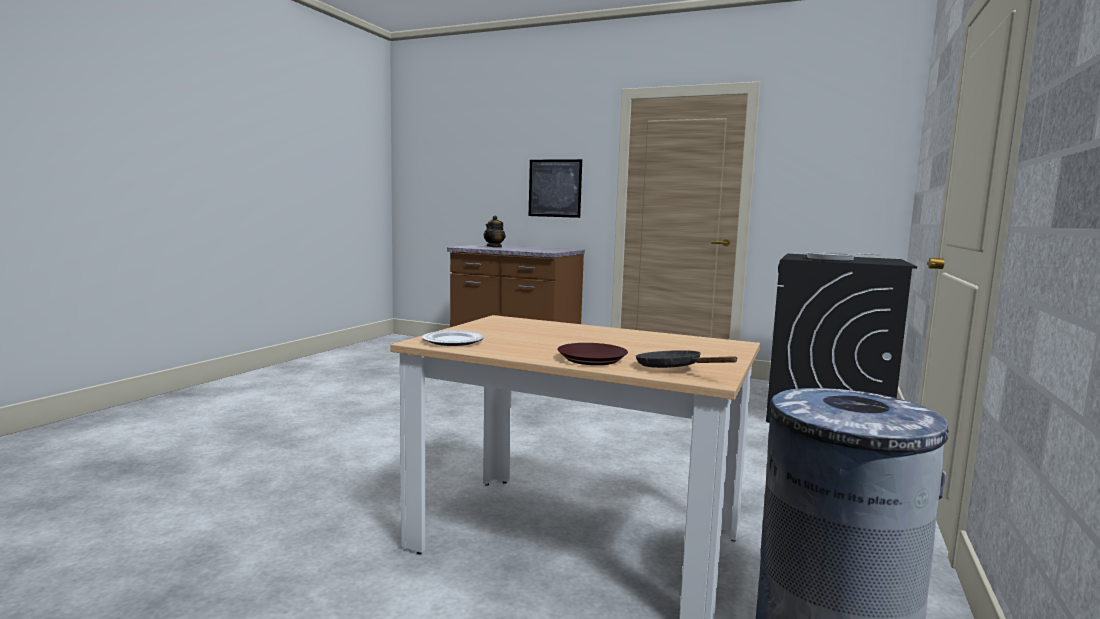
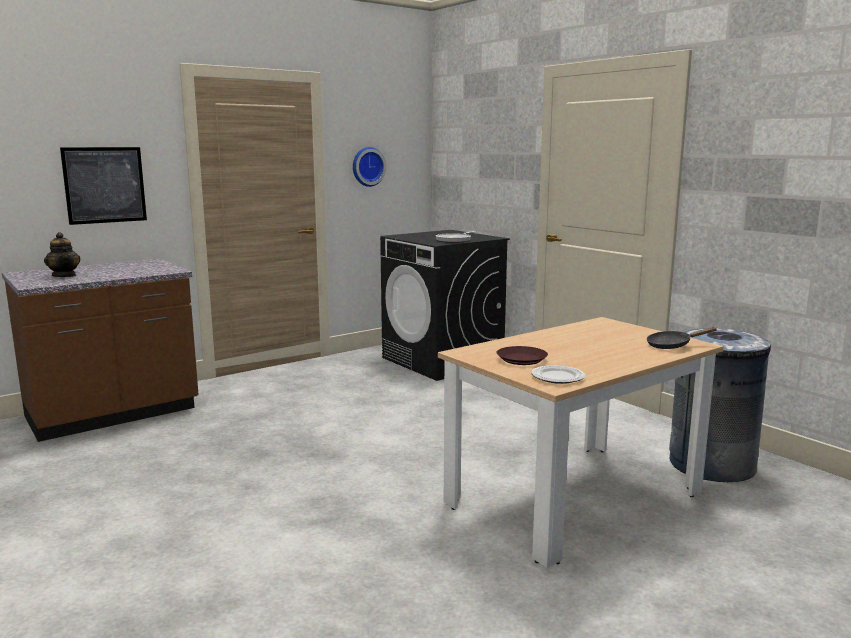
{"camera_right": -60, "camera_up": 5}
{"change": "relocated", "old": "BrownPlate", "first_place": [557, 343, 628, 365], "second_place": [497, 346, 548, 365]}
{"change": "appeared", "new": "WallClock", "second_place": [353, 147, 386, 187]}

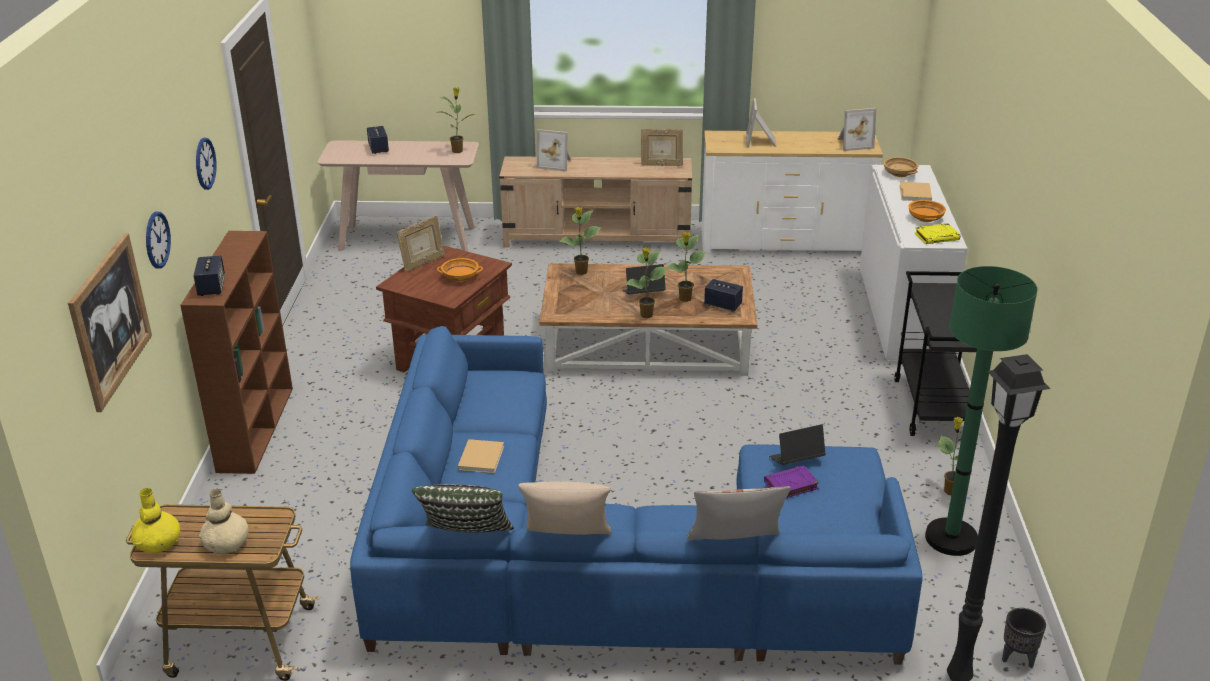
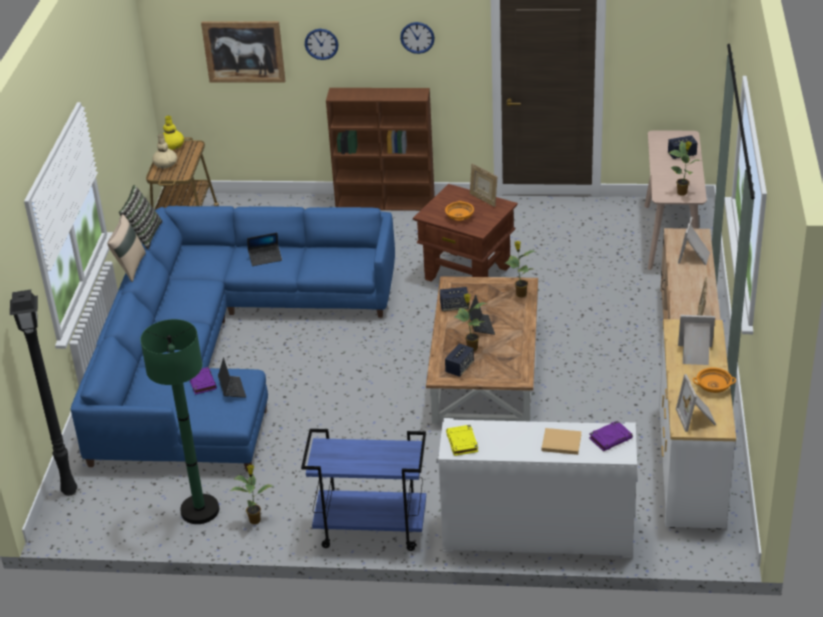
{"camera_right": 95, "camera_up": 5}
{"change": "relocated", "old": "Speaker", "first_place": [193, 256, 225, 296], "second_place": [440, 287, 469, 311]}
{"change": "exchanged", "old": "BeigeBook", "new": "Laptop", "first_place": [458, 439, 504, 473], "second_place": [247, 233, 282, 266]}
{"change": "missing", "old": "PottedPlant", "first_place": [626, 247, 668, 318]}
{"change": "missing", "old": "Pillow", "first_place": [687, 486, 790, 540]}
{"change": "exchanged", "old": "BeigeBowl", "new": "PurpleBook", "first_place": [884, 157, 918, 177], "second_place": [589, 420, 633, 451]}
{"change": "colour", "old": "BlackCart", "new": "BlueCart", "first_place": [894, 271, 977, 436], "second_place": [301, 429, 426, 551]}
{"change": "relocated", "old": "OrangeBowl", "first_place": [908, 200, 946, 222], "second_place": [693, 367, 736, 393]}
{"change": "missing", "old": "BlackPlanter", "first_place": [1002, 608, 1046, 668]}

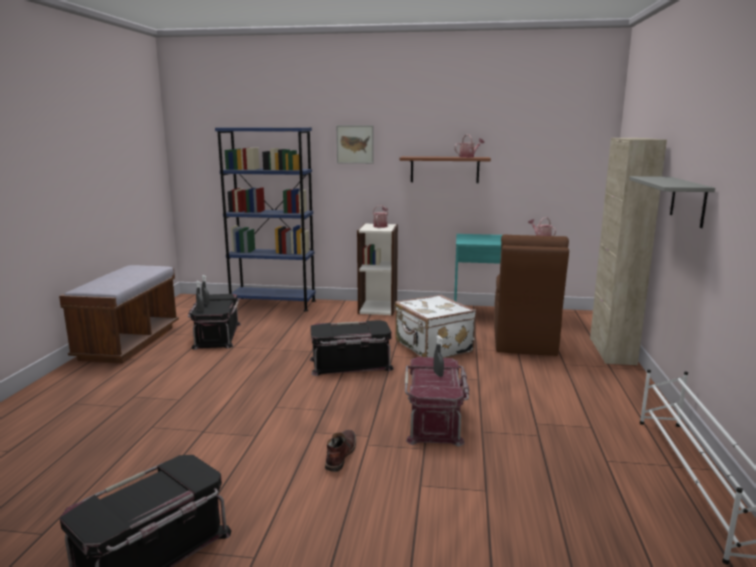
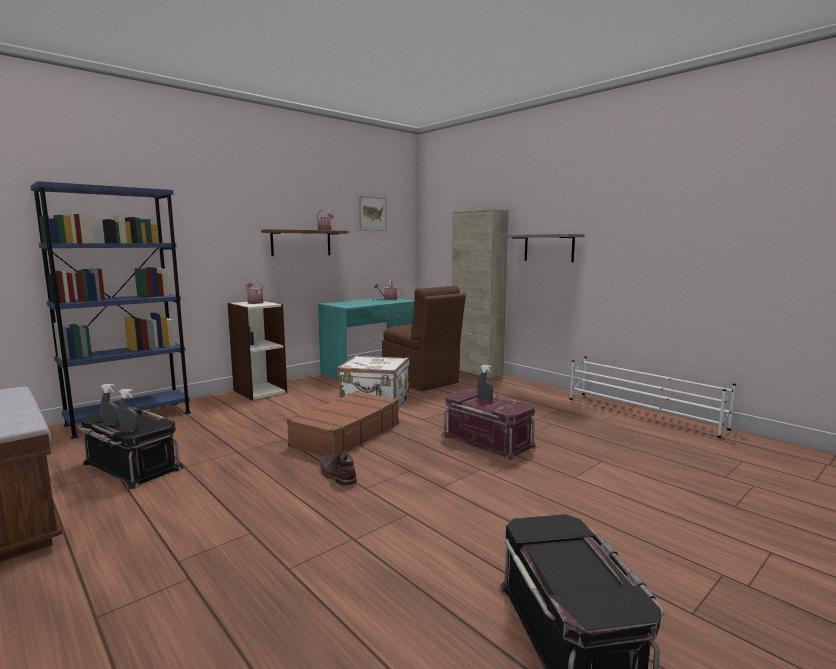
{"camera_right": -50, "camera_up": -5}
{"change": "exchanged", "old": "BlackStorageBox", "new": "BrownSuitcase", "first_place": [310, 320, 394, 376], "second_place": [287, 391, 399, 458]}
{"change": "relocated", "old": "BrownBoot", "first_place": [325, 429, 356, 472], "second_place": [320, 451, 357, 486]}
{"change": "relocated", "old": "Picture", "first_place": [336, 125, 374, 164], "second_place": [359, 196, 387, 231]}

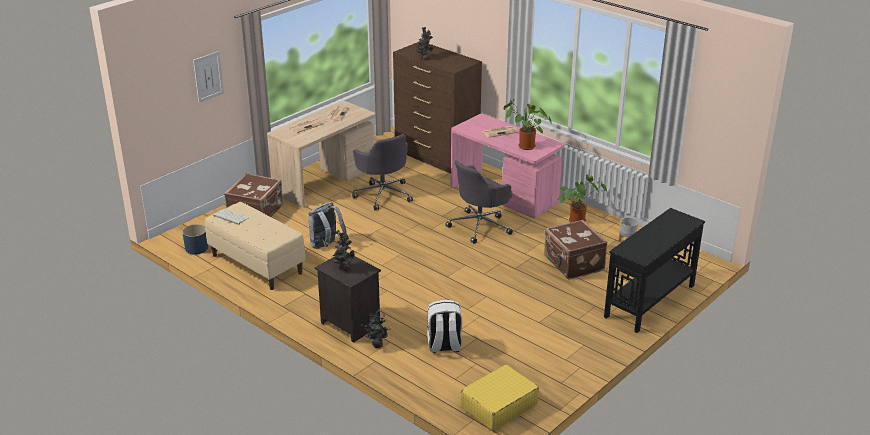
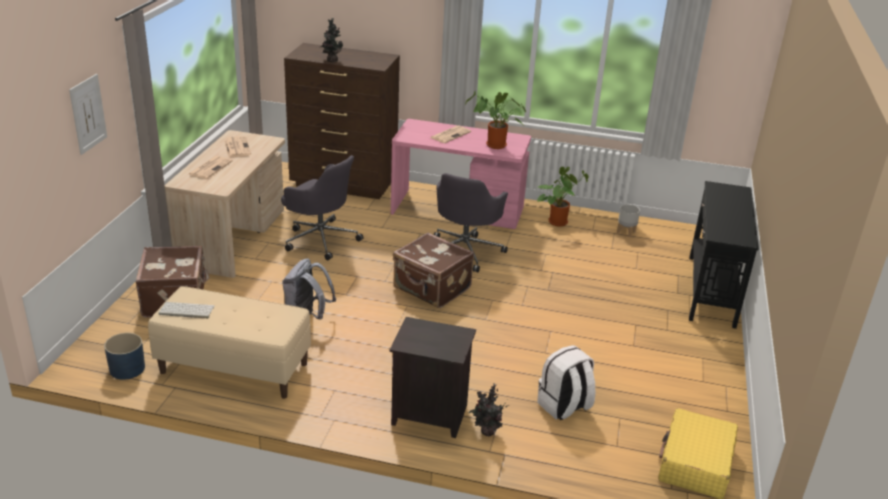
{"camera_right": -30, "camera_up": 0}
{"change": "missing", "old": "PottedPlant", "first_place": [333, 232, 354, 271]}
{"change": "relocated", "old": "BrownSuitcase", "first_place": [544, 220, 607, 279], "second_place": [393, 232, 474, 308]}

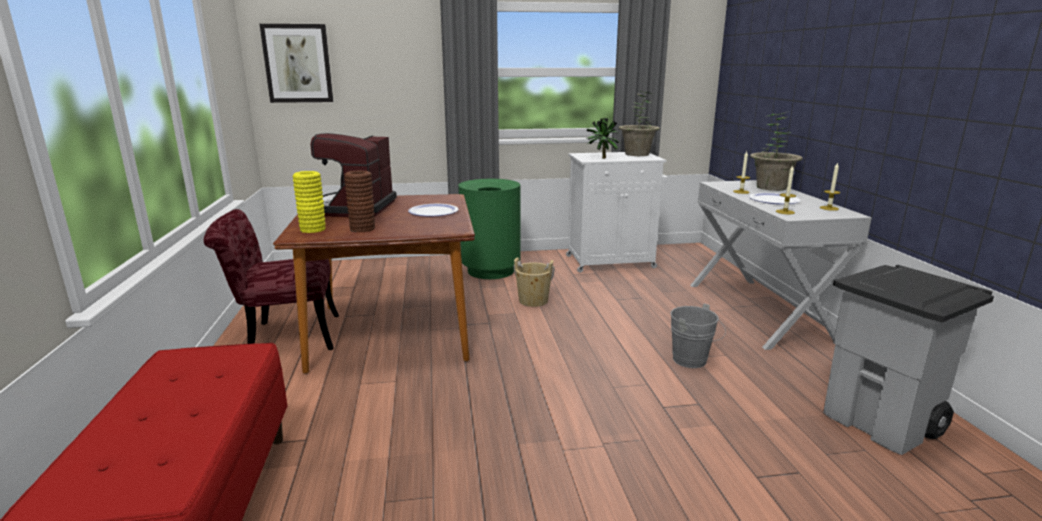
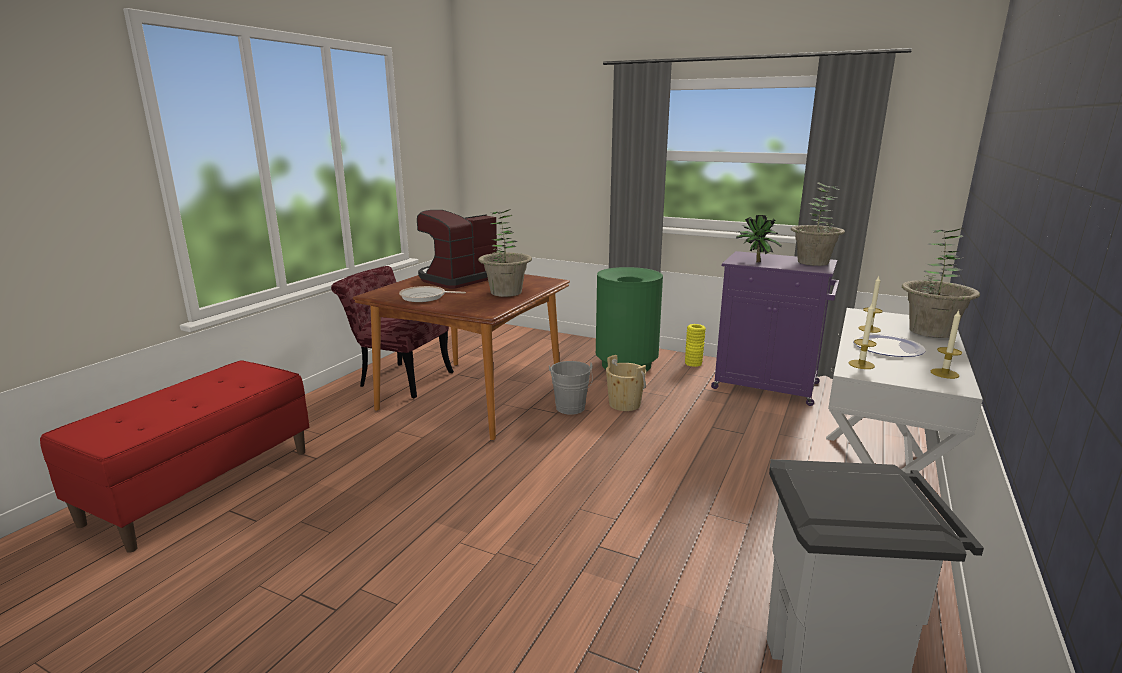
{"camera_right": 35, "camera_up": 0}
{"change": "missing", "old": "Picture", "first_place": [260, 24, 333, 103]}
{"change": "relocated", "old": "YellowVase", "first_place": [293, 171, 326, 233], "second_place": [685, 324, 706, 367]}
{"change": "exchanged", "old": "BrownVase", "new": "FryingPan", "first_place": [344, 170, 375, 232], "second_place": [399, 286, 466, 302]}
{"change": "exchanged", "old": "Plate", "new": "PottedPlant", "first_place": [408, 204, 458, 216], "second_place": [478, 209, 532, 297]}
{"change": "colour", "old": "WhiteCabinet", "new": "PurpleCabinet", "first_place": [566, 152, 668, 273], "second_place": [711, 251, 839, 406]}
{"change": "relocated", "old": "GreyBucket", "first_place": [670, 304, 726, 368], "second_place": [549, 361, 593, 415]}

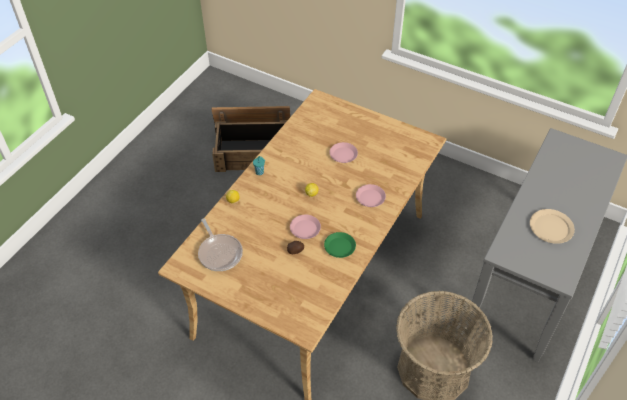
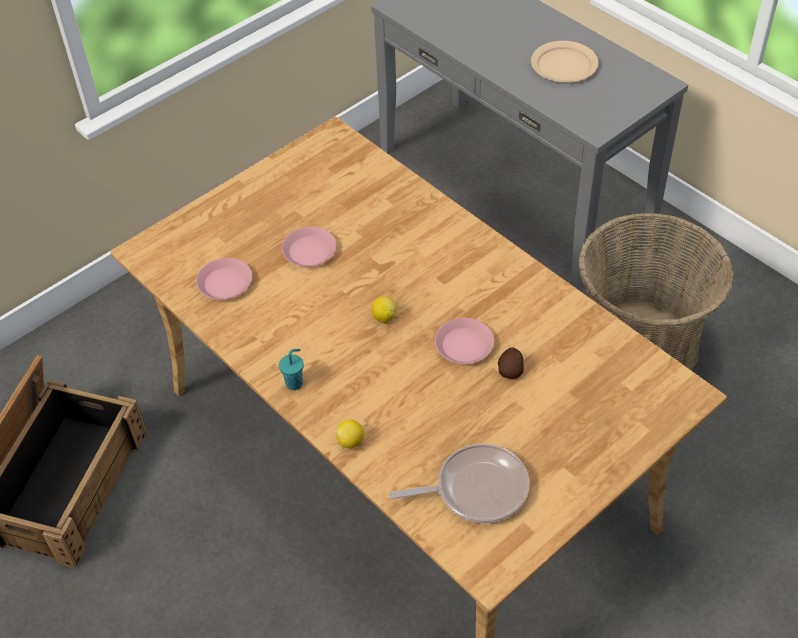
{"camera_right": -70, "camera_up": 0}
{"change": "missing", "old": "GreenPlate", "first_place": [324, 232, 356, 258]}
{"change": "relocated", "old": "PinkPlate", "first_place": [356, 184, 386, 207], "second_place": [196, 258, 252, 300]}

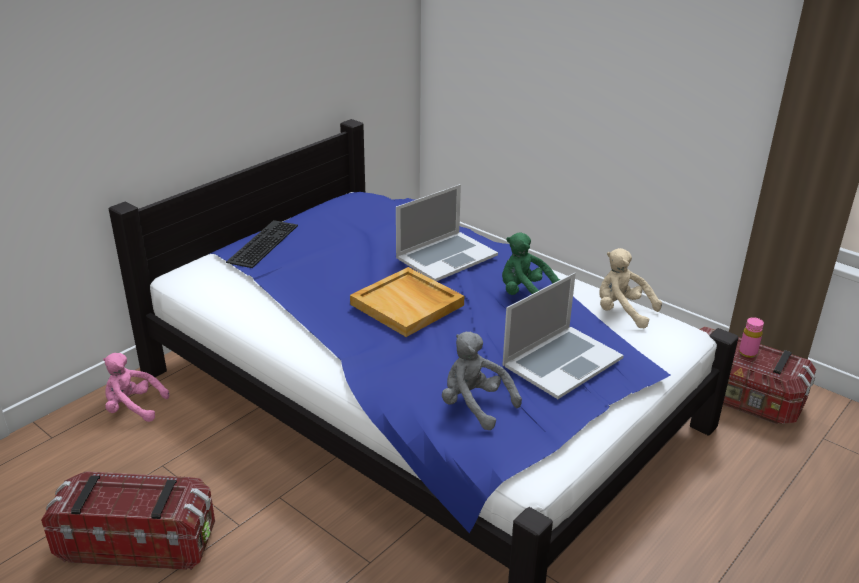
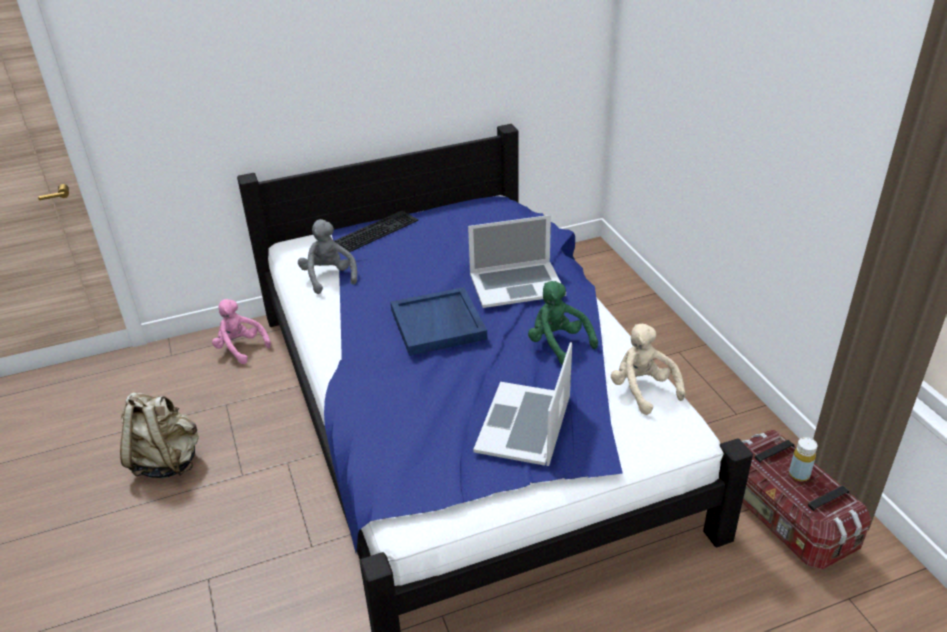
{"camera_right": 30, "camera_up": 5}
{"change": "exchanged", "old": "StorageBox", "new": "BeigeBackpack", "first_place": [41, 471, 215, 570], "second_place": [120, 392, 199, 478]}
{"change": "colour", "old": "BeigeTray", "new": "BlueTray", "first_place": [350, 267, 464, 337], "second_place": [390, 287, 487, 356]}
{"change": "relocated", "old": "GreyPlushToy", "first_place": [442, 332, 522, 430], "second_place": [298, 219, 357, 294]}
{"change": "spun", "old": "Laptop", "first_place": [502, 273, 624, 399], "second_place": [473, 342, 572, 466], "degrees": 120}
{"change": "colour", "old": "PinkBottle", "new": "YellowBottle", "first_place": [739, 317, 764, 358], "second_place": [789, 437, 817, 481]}

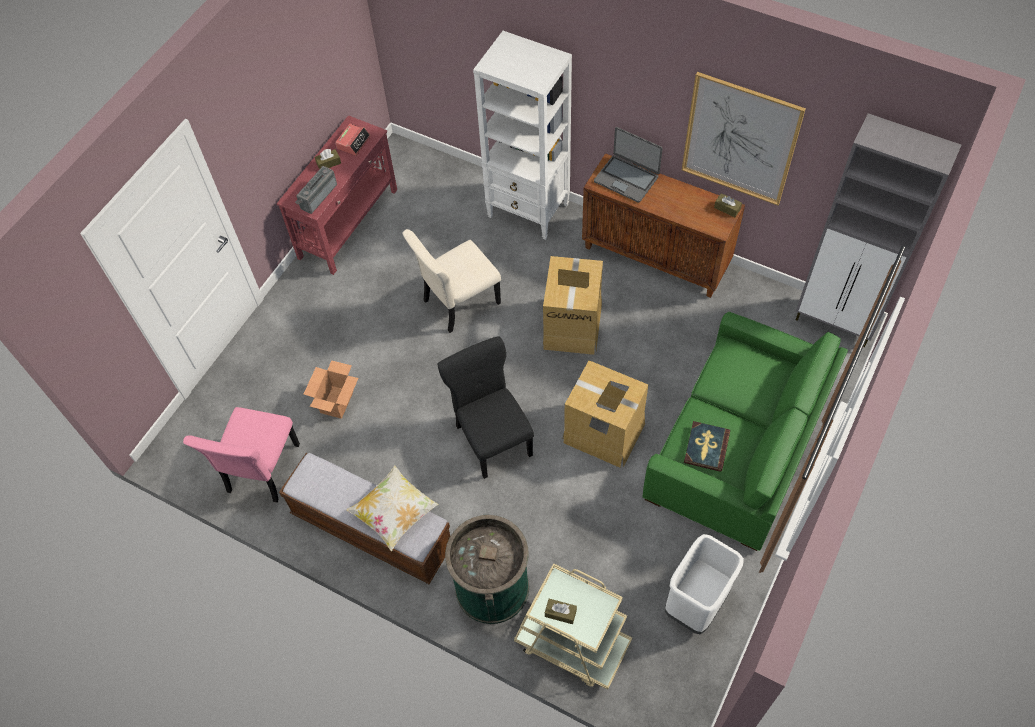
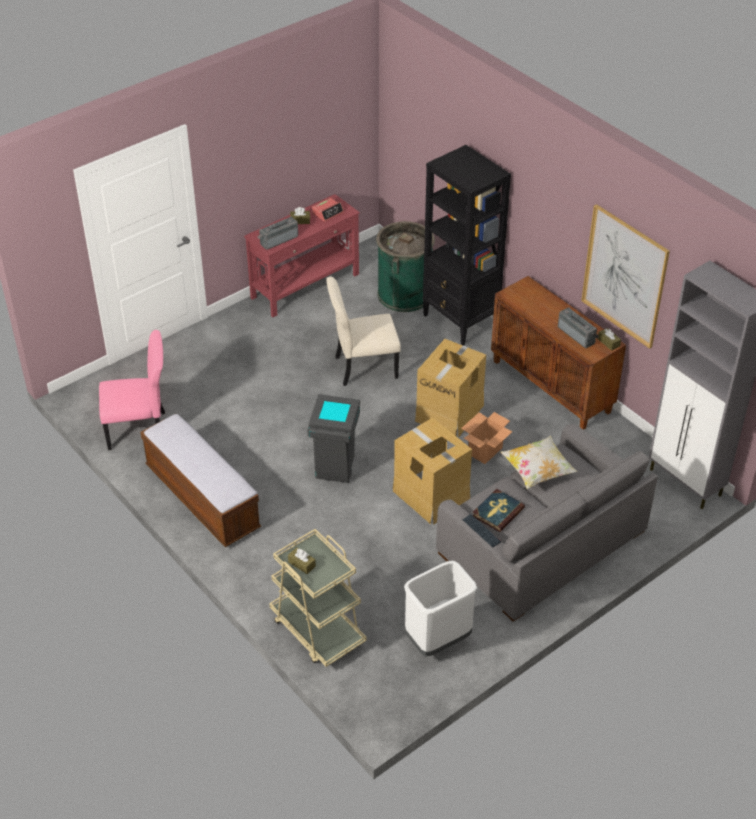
{"camera_right": 20, "camera_up": -15}
{"change": "spun", "old": "PinkChair", "first_place": [183, 407, 300, 503], "second_place": [99, 330, 165, 451], "degrees": -135}
{"change": "relocated", "old": "CardboardBox", "first_place": [304, 360, 358, 419], "second_place": [461, 412, 513, 464]}
{"change": "relocated", "old": "Pillow", "first_place": [347, 466, 438, 551], "second_place": [501, 436, 577, 489]}
{"change": "exchanged", "old": "BlackChair", "new": "GreyTrashCan", "first_place": [438, 336, 534, 479], "second_place": [307, 394, 360, 483]}
{"change": "relocated", "old": "GreenTrashCan", "first_place": [445, 515, 529, 624], "second_place": [376, 221, 435, 312]}
{"change": "colour", "old": "WhiteBookcase", "new": "BlackBookcase", "first_place": [473, 31, 572, 240], "second_place": [422, 145, 511, 345]}
{"change": "missing", "old": "Laptop", "first_place": [594, 127, 663, 203]}
{"change": "colour", "old": "GreenSofa", "new": "GreySofa", "first_place": [642, 312, 848, 551], "second_place": [436, 423, 658, 622]}
{"change": "appeared", "new": "Keyboard", "second_place": [462, 514, 501, 547]}
{"change": "appeared", "new": "Radio", "second_place": [558, 307, 599, 348]}

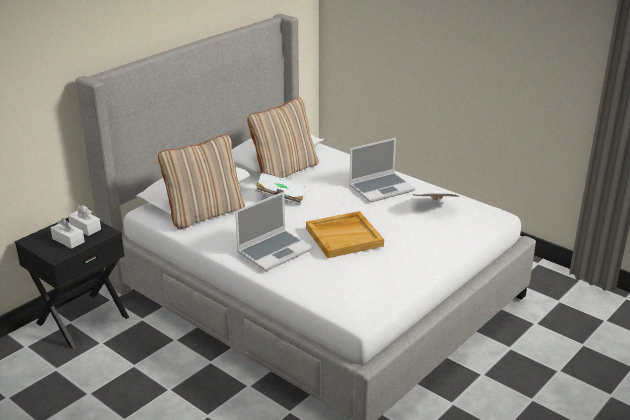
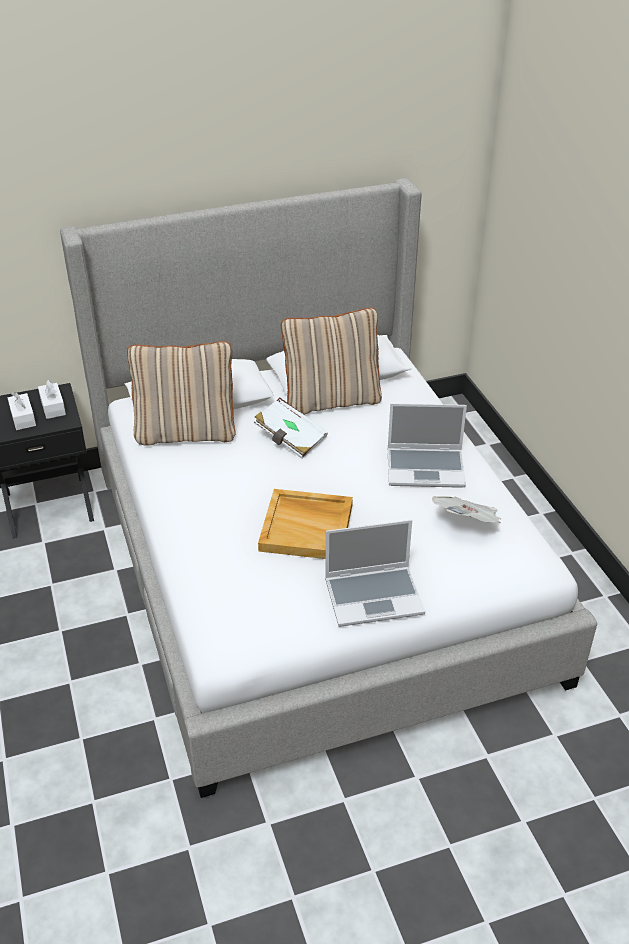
{"camera_right": 30, "camera_up": 10}
{"change": "relocated", "old": "Laptop", "first_place": [235, 192, 313, 271], "second_place": [325, 519, 425, 627]}

